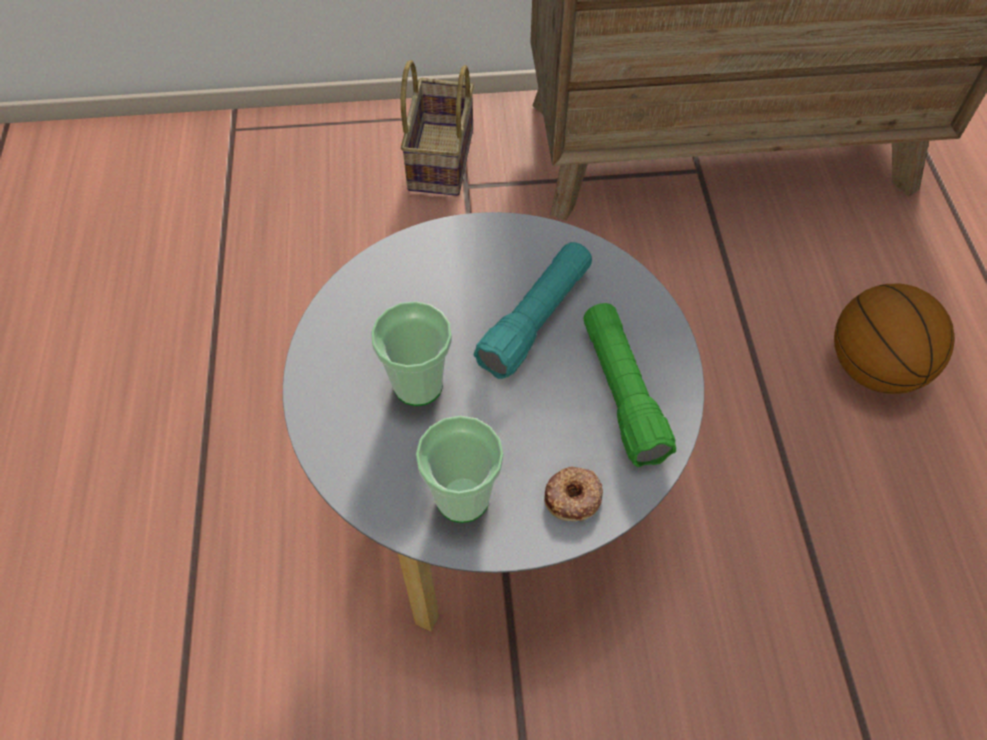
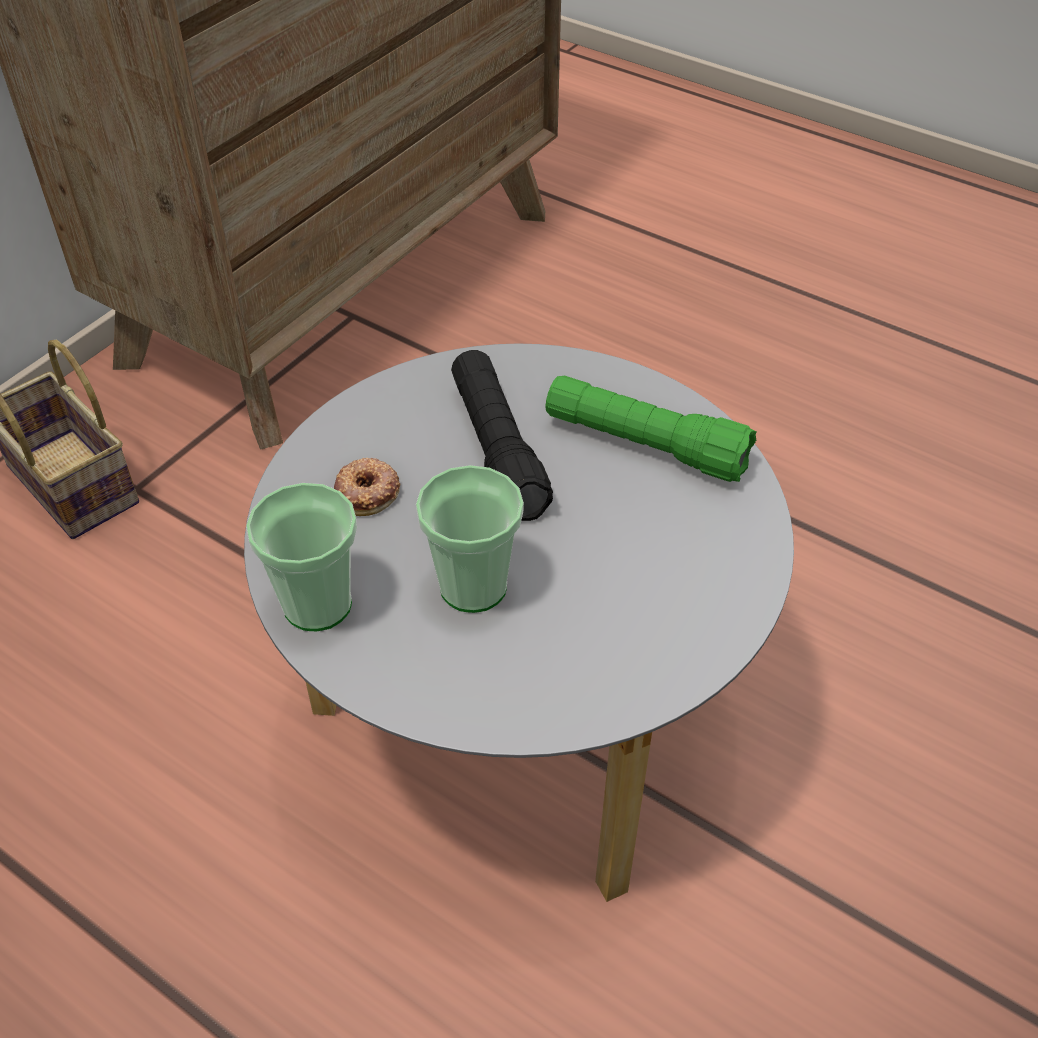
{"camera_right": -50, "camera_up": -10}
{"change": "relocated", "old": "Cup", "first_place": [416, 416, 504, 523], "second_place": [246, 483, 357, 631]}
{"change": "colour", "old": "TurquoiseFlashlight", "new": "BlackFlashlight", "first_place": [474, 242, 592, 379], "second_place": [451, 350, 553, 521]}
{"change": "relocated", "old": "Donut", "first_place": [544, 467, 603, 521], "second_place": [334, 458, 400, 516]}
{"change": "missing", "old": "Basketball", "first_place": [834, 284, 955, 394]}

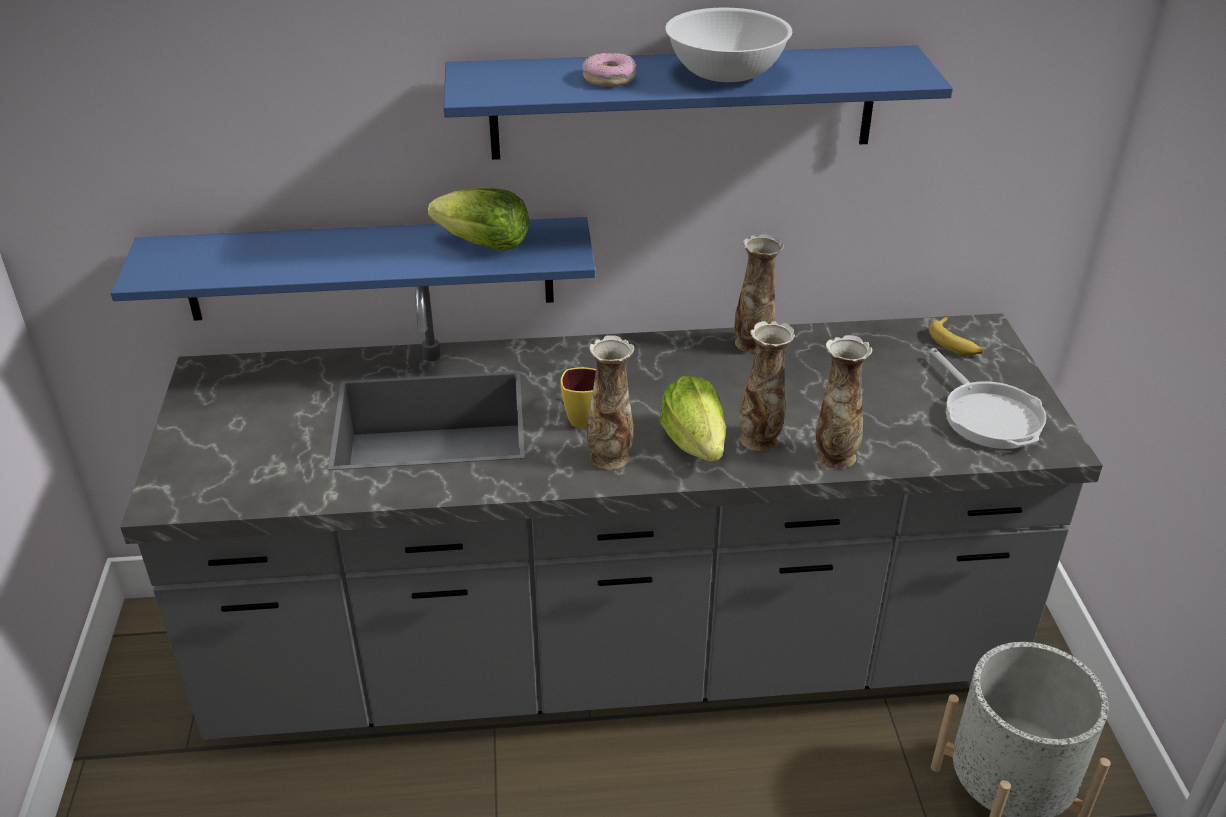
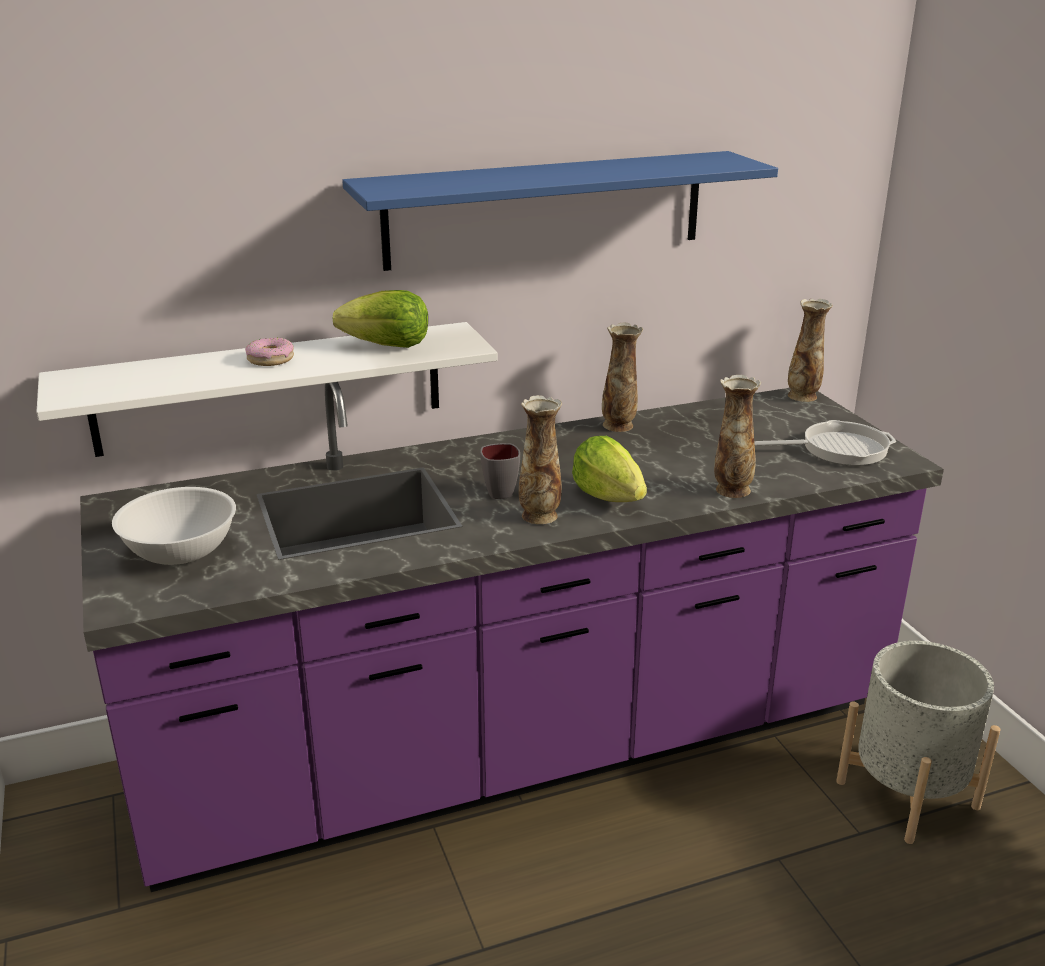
{"camera_right": -15, "camera_up": -10}
{"change": "colour", "old": "BlueShelf", "new": "WhiteShelf", "first_place": [111, 217, 596, 321], "second_place": [36, 322, 498, 457]}
{"change": "colour", "old": "GreyCounter", "new": "PurpleCounter", "first_place": [120, 286, 1103, 740], "second_place": [80, 382, 944, 892]}
{"change": "colour", "old": "YellowMug", "new": "GreyMug", "first_place": [561, 367, 596, 428], "second_place": [480, 443, 520, 499]}
{"change": "relocated", "old": "Donut", "first_place": [582, 53, 637, 87], "second_place": [245, 338, 294, 366]}
{"change": "relocated", "old": "WhiteBowl", "first_place": [665, 8, 792, 82], "second_place": [112, 487, 236, 565]}
{"change": "relocated", "old": "Vase", "first_place": [739, 321, 795, 451], "second_place": [788, 299, 833, 402]}
{"change": "missing", "old": "Banana", "first_place": [929, 316, 983, 356]}
{"change": "spun", "old": "FryingPan", "first_place": [930, 348, 1046, 449], "second_place": [754, 420, 896, 466], "degrees": -60}

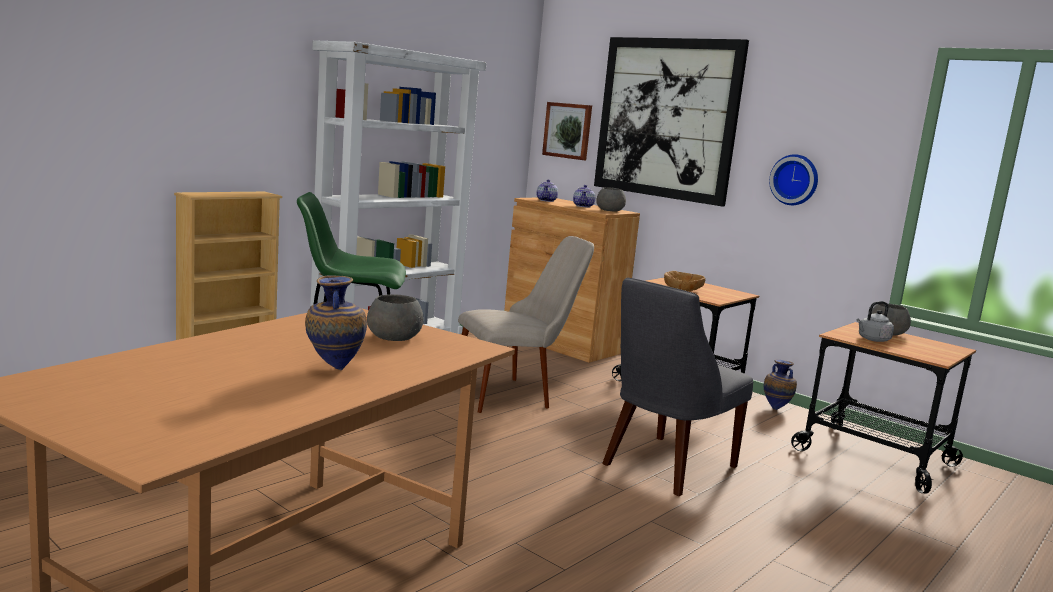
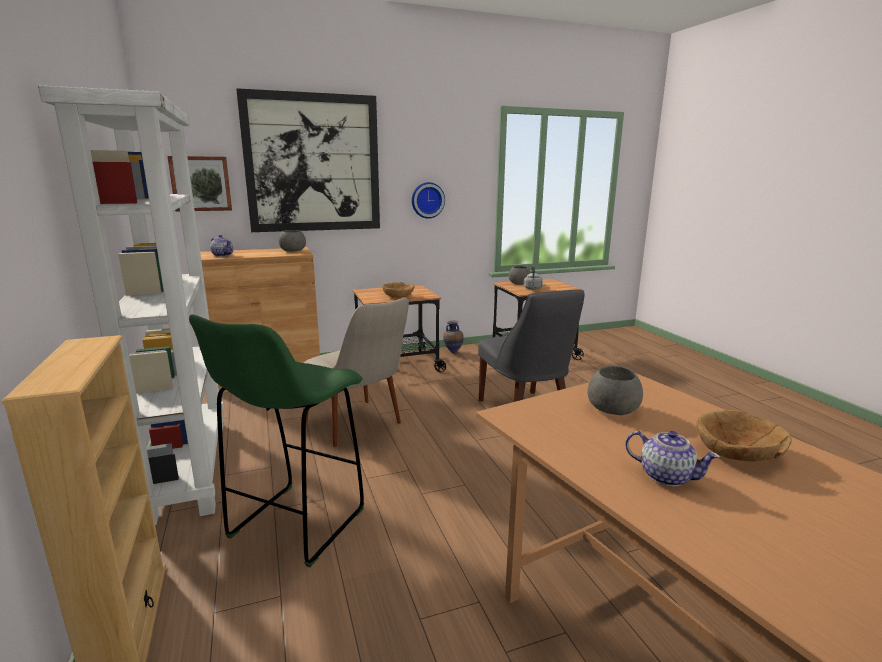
{"camera_right": -60, "camera_up": 5}
{"change": "exchanged", "old": "Vase", "new": "BrownBowl", "first_place": [305, 276, 367, 370], "second_place": [696, 410, 792, 461]}
{"change": "spun", "old": "BeigeChair", "first_place": [458, 236, 594, 413], "second_place": [304, 298, 409, 447], "degrees": 135}
{"change": "relocated", "old": "Teapot", "first_place": [573, 185, 595, 208], "second_place": [625, 431, 720, 486]}

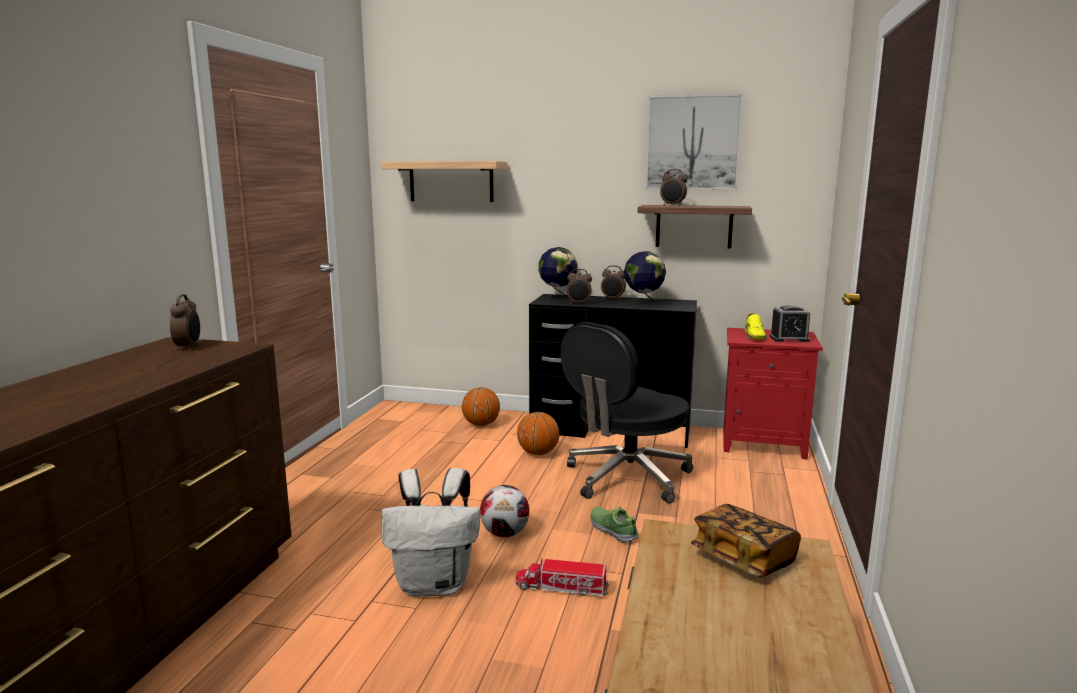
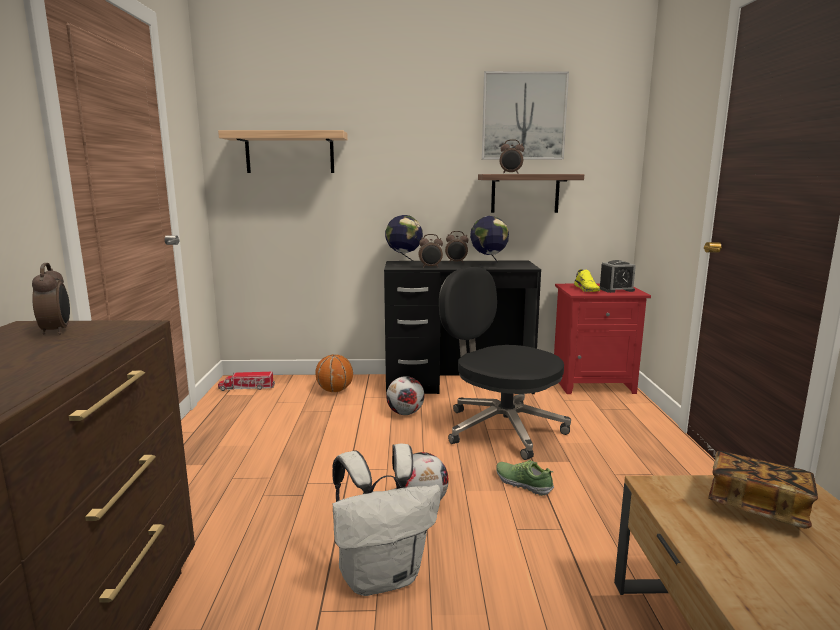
{"camera_right": -15, "camera_up": 0}
{"change": "relocated", "old": "ToyTruck", "first_place": [516, 558, 609, 596], "second_place": [218, 372, 275, 391]}
{"change": "exchanged", "old": "Basketball", "new": "Football", "first_place": [517, 412, 560, 455], "second_place": [386, 376, 424, 415]}
{"change": "spun", "old": "BlackOfficeChair", "first_place": [561, 322, 693, 504], "second_place": [439, 267, 571, 460], "degrees": 105}

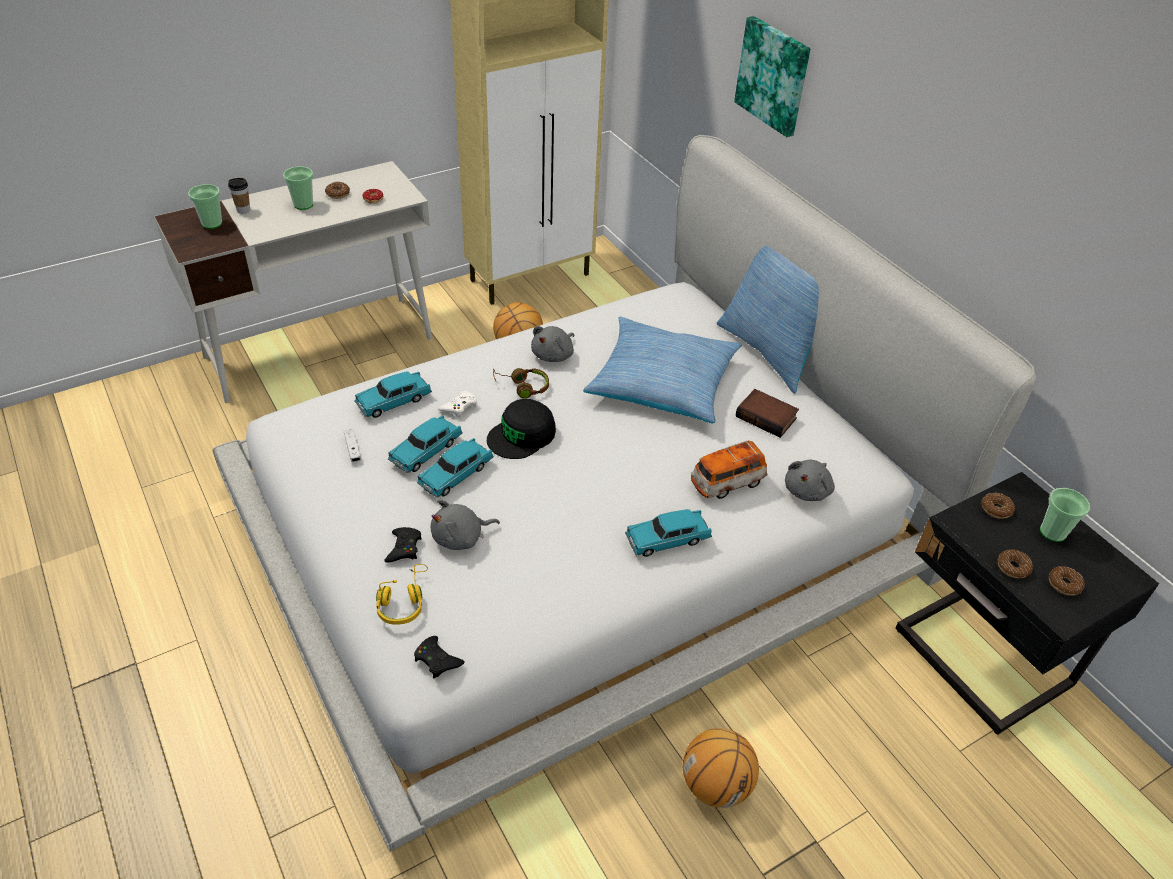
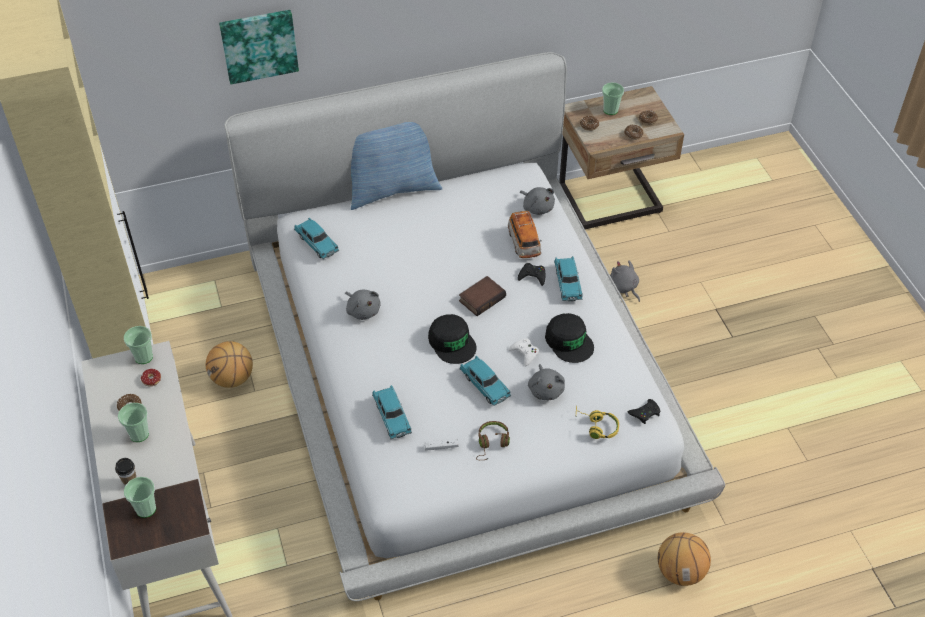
{"camera_right": -75, "camera_up": 5}
{"change": "relocated", "old": "BlackGameController", "first_place": [384, 527, 422, 563], "second_place": [518, 263, 545, 286]}
{"change": "relocated", "old": "TurquoiseToyCar", "first_place": [388, 415, 463, 473], "second_place": [294, 218, 339, 259]}
{"change": "relocated", "old": "WhiteGameController", "first_place": [438, 391, 477, 418], "second_place": [509, 338, 539, 367]}
{"change": "relocated", "old": "BrownHeadphones", "first_place": [493, 368, 549, 399], "second_place": [476, 421, 510, 460]}
{"change": "missing", "old": "Pillow", "first_place": [583, 317, 742, 423]}
{"change": "relocated", "old": "Basketball", "first_place": [683, 728, 759, 808], "second_place": [658, 532, 711, 586]}
{"change": "relocated", "old": "Book", "first_place": [736, 389, 799, 438], "second_place": [459, 276, 506, 316]}
{"change": "colour", "old": "BlackNightstand", "new": "BeigeNightstand", "first_place": [896, 472, 1159, 735], "second_place": [559, 86, 684, 230]}
{"change": "appeared", "new": "Cup", "second_place": [124, 326, 153, 364]}
{"change": "appeared", "new": "BlackCap", "second_place": [545, 313, 594, 363]}
{"change": "appeared", "new": "GreyPlushToy", "second_place": [610, 261, 640, 302]}

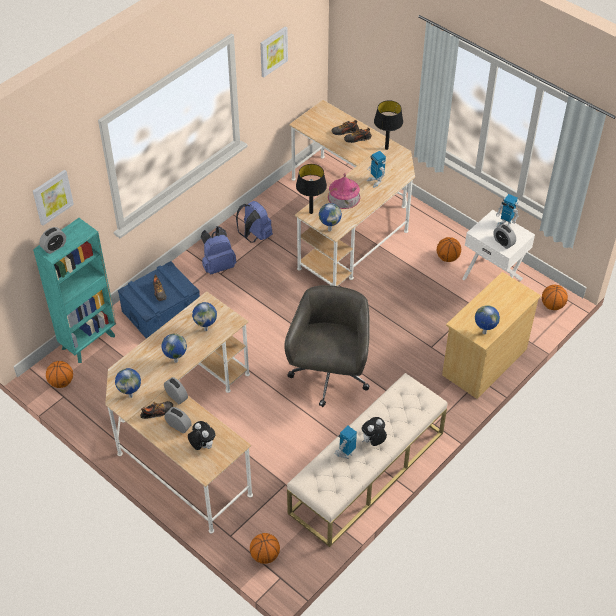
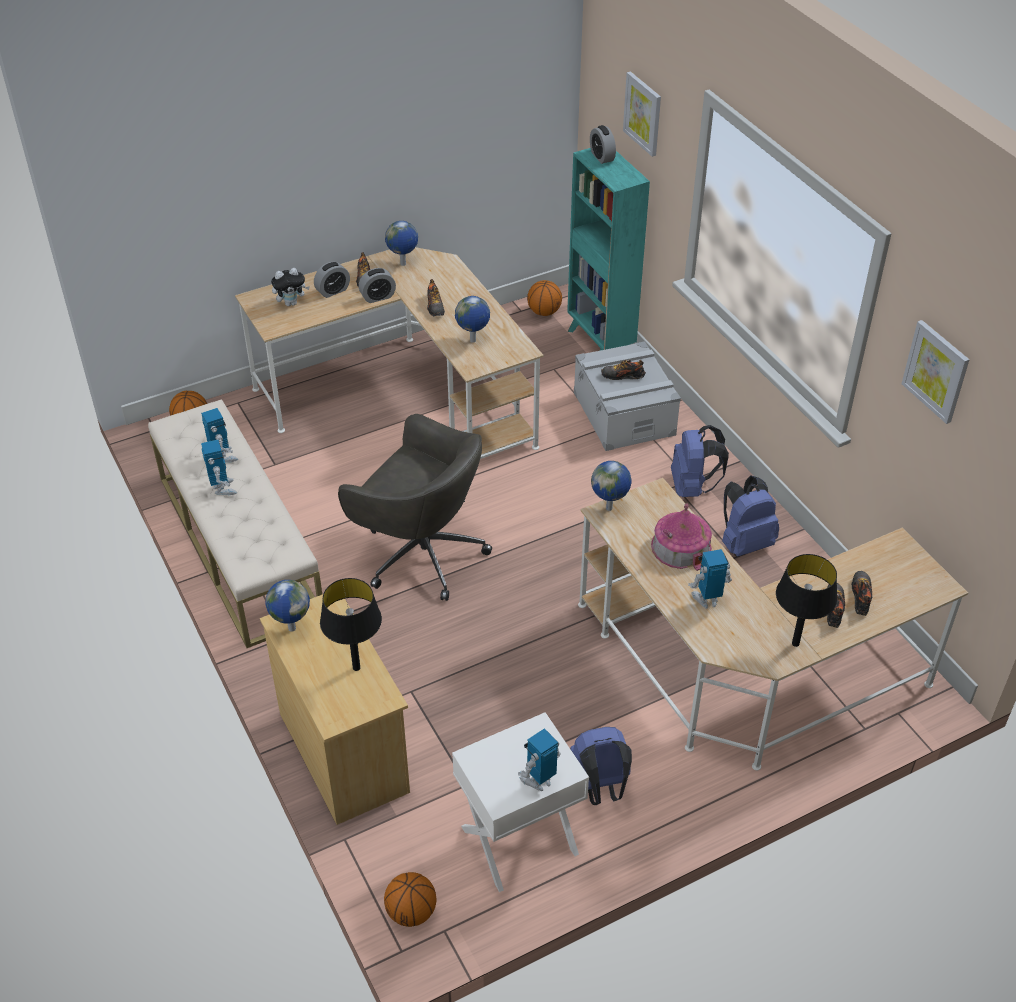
{"camera_right": 110, "camera_up": -5}
{"change": "colour", "old": "BlueStorageBox", "new": "GreyStorageBox", "first_place": [118, 261, 200, 339], "second_place": [574, 341, 681, 451]}
{"change": "exchanged", "old": "Globe", "new": "Shoe", "first_place": [161, 334, 187, 363], "second_place": [427, 279, 445, 316]}
{"change": "relocated", "old": "BlackTableLamp", "first_place": [296, 164, 327, 214], "second_place": [320, 578, 382, 671]}
{"change": "exchanged", "old": "PlushToy", "new": "ToyRobot", "first_place": [362, 417, 387, 446], "second_place": [201, 440, 237, 495]}
{"change": "exchanged", "old": "Basketball", "new": "BlueBackpack", "first_place": [437, 237, 461, 262], "second_place": [570, 727, 632, 805]}
{"change": "missing", "old": "AlarmClock", "first_place": [493, 224, 516, 249]}

